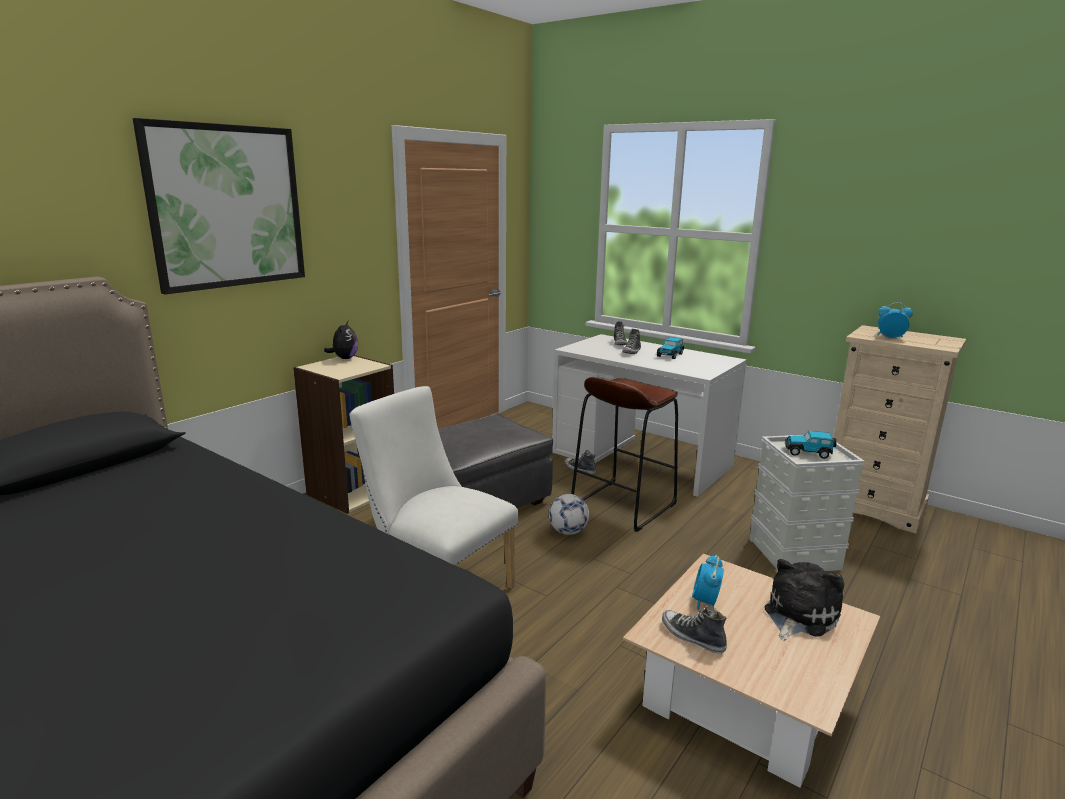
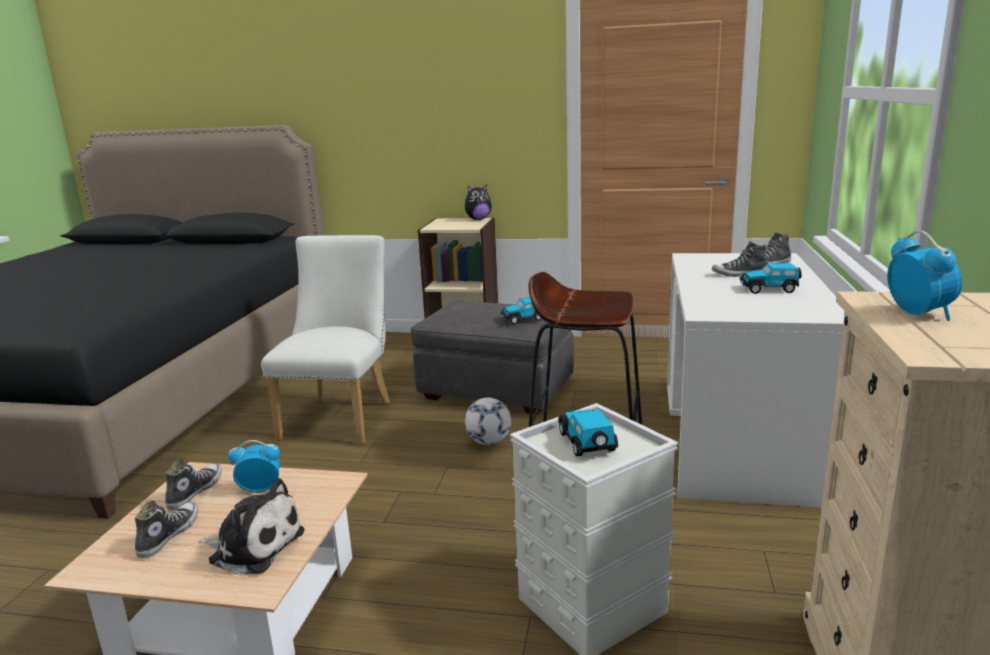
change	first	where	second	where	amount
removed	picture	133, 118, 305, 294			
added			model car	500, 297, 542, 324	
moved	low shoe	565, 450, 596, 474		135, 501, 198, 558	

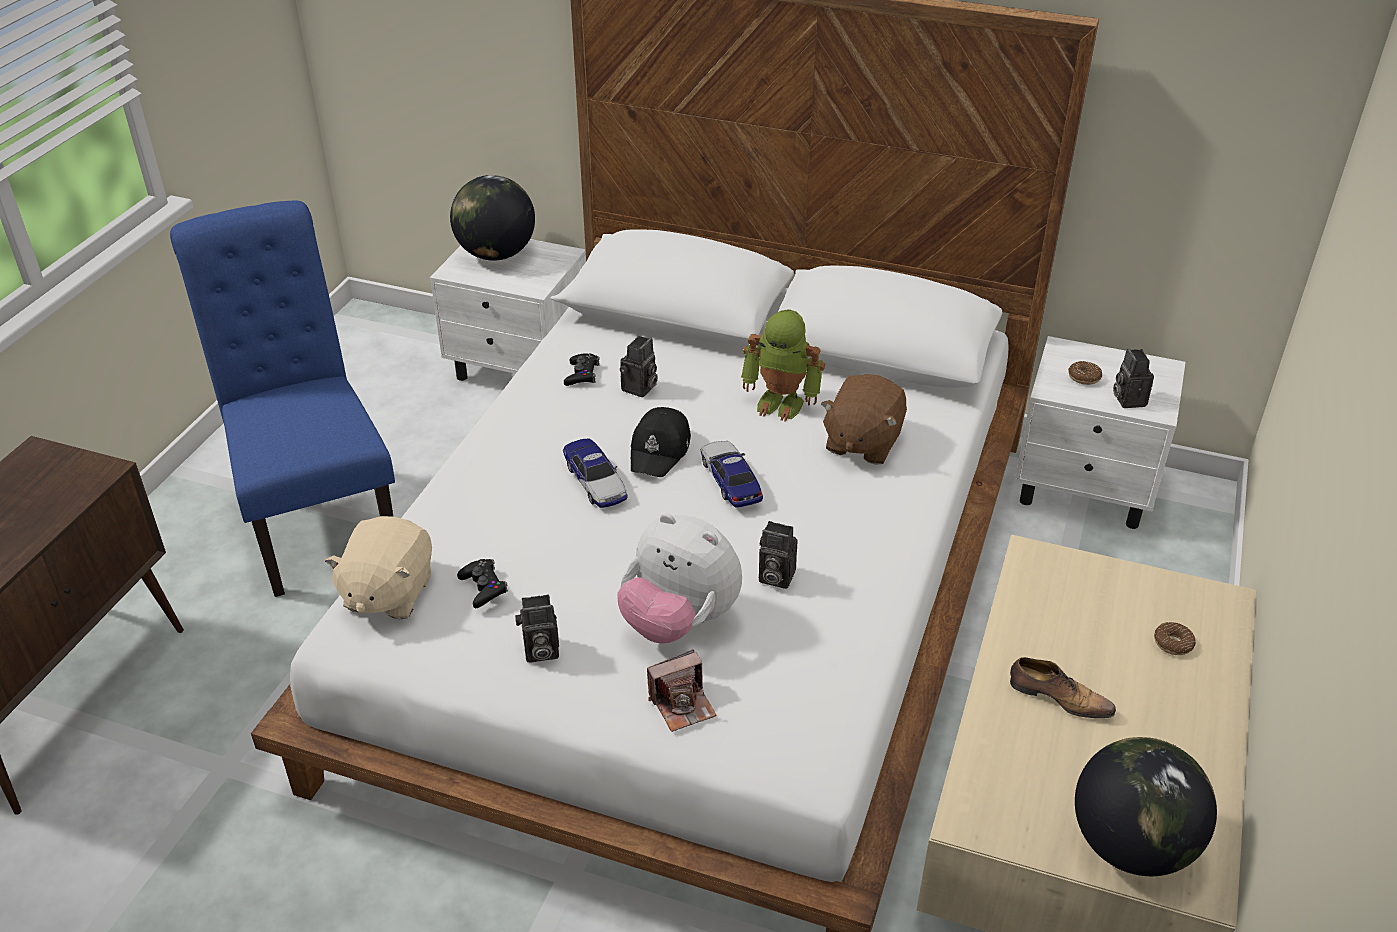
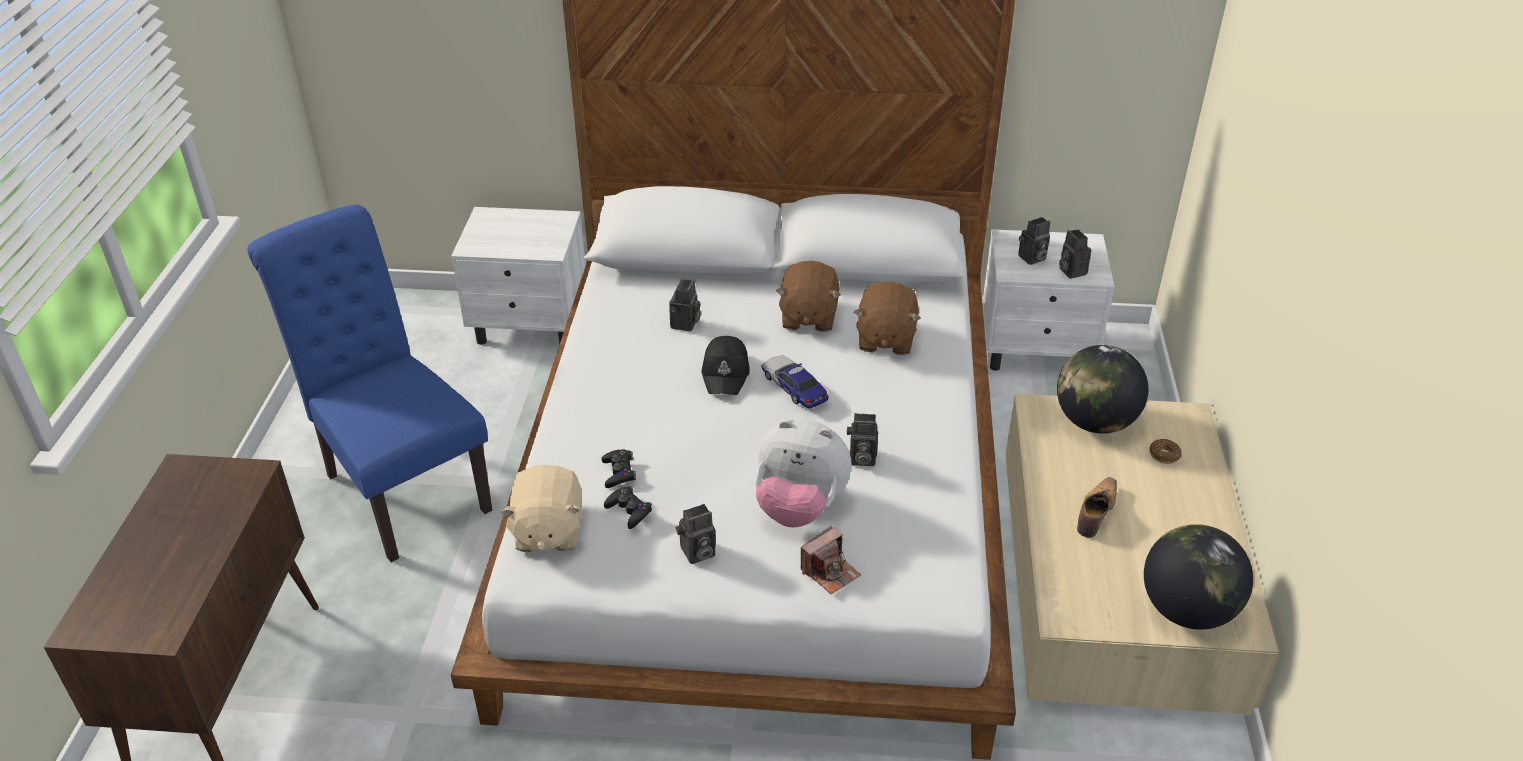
change	first	where	second	where	amount
removed	model car	563, 438, 628, 508			
moved	globe	450, 175, 535, 261		1057, 345, 1149, 434	
moved	game controller in black-coloured	564, 353, 600, 386		602, 449, 636, 488	
replaced	toy robot	741, 309, 825, 422	plush toy in brownish	776, 261, 841, 332	
replaced	doughnut	1068, 361, 1102, 385	still camera	1018, 217, 1050, 265	
turned	low shoe	1010, 657, 1116, 718		1077, 477, 1117, 538	75 degrees counterclockwise

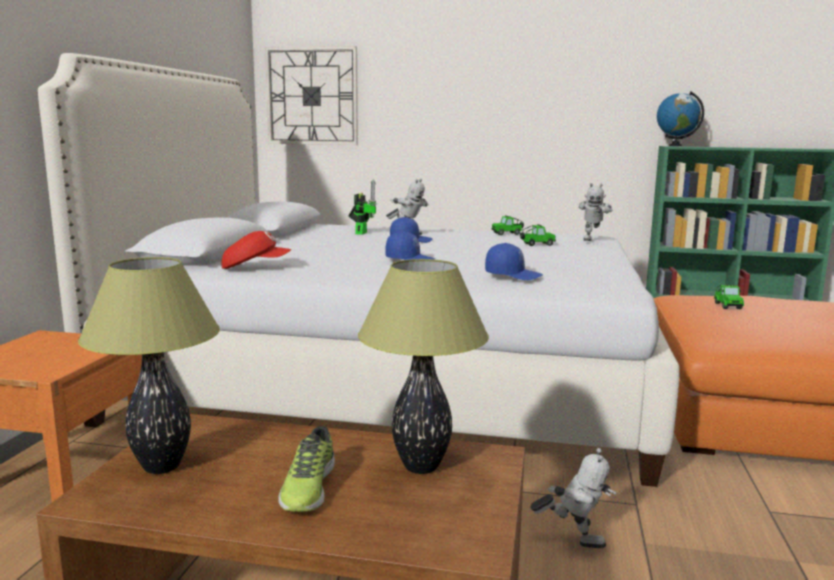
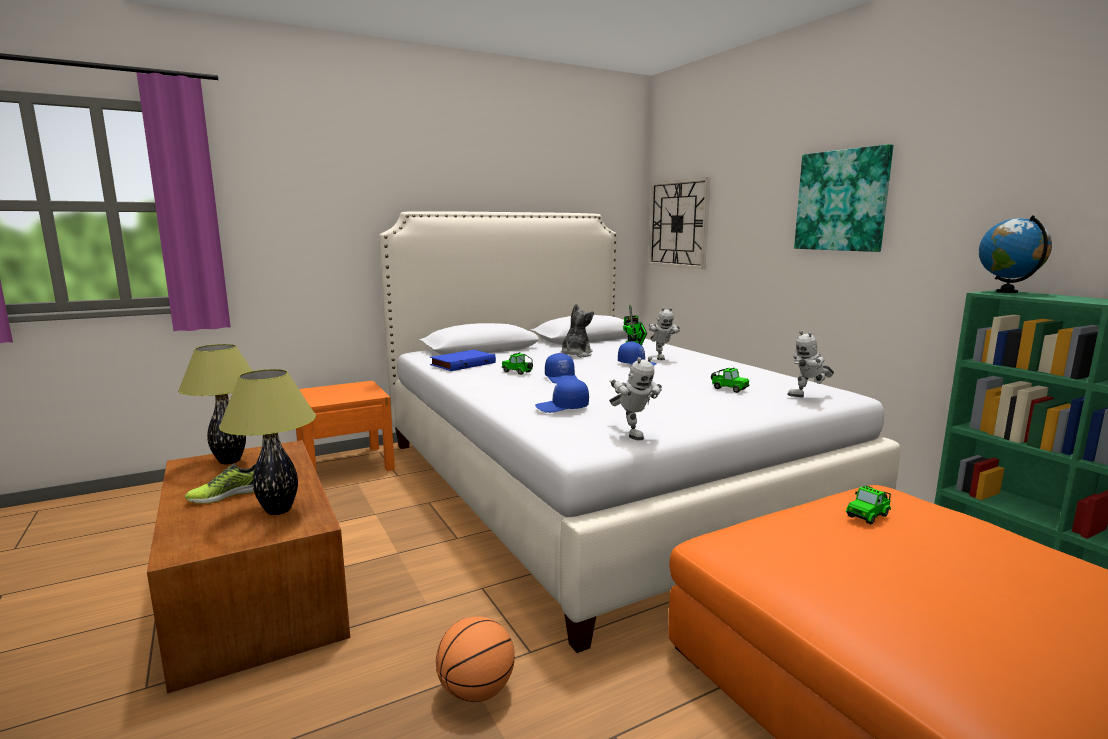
change	first	where	second	where	amount
added			basketball ball	436, 617, 515, 702	
added			plush toy	560, 303, 594, 357	
added			picture	794, 144, 893, 252	
moved	model car	491, 215, 524, 235		502, 352, 533, 375	
moved	toy robot	530, 448, 616, 548		609, 356, 662, 440	
replaced	peaked cap in red	222, 231, 291, 269	book in blue-coloured	430, 350, 496, 371	
turned	peaked cap in blue-coloured	485, 243, 543, 280		535, 378, 589, 413	105 degrees clockwise

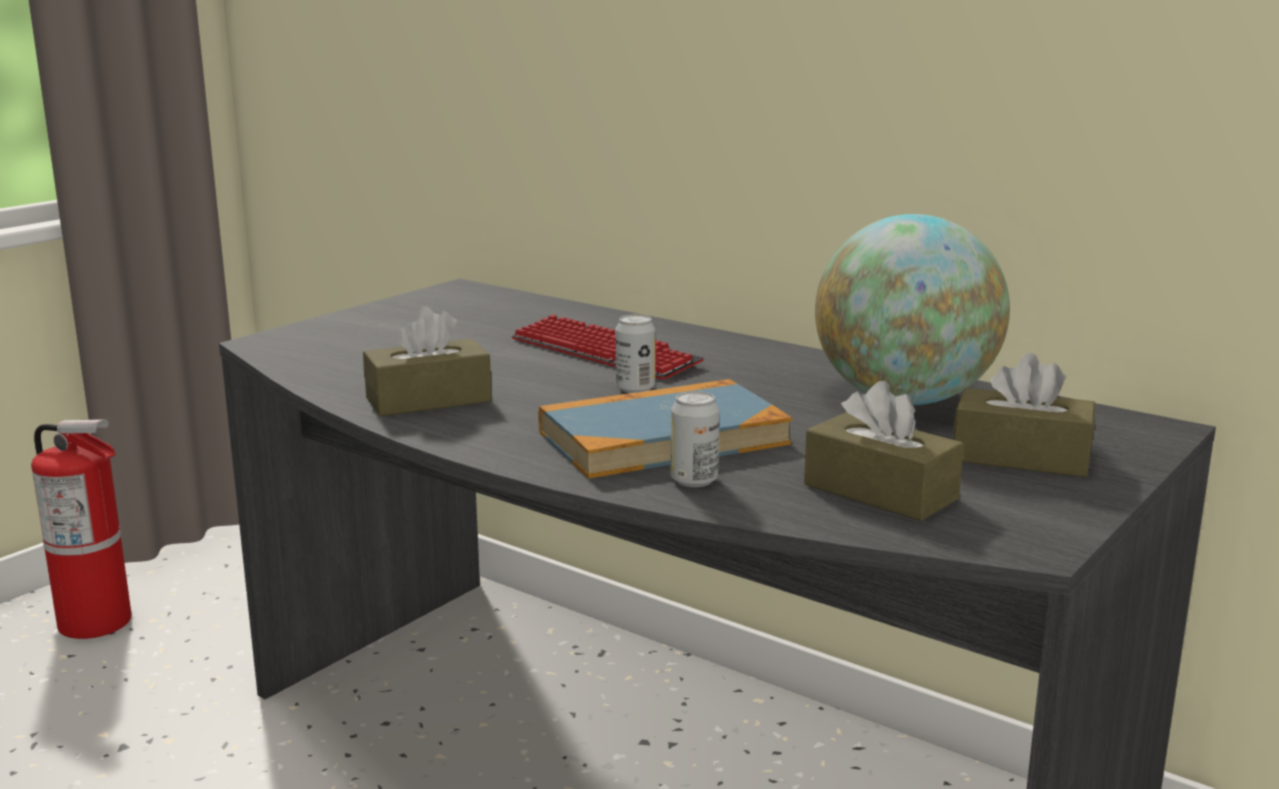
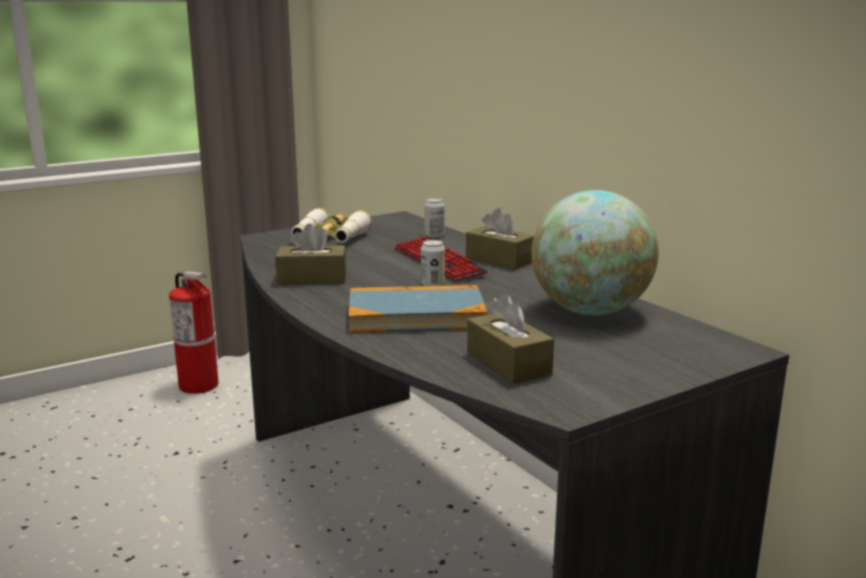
change	first	where	second	where	amount
added			field glasses	291, 208, 372, 243	
moved	can	671, 391, 719, 487		424, 198, 444, 238	
moved	box of tissues in brownish	953, 353, 1095, 477		466, 208, 534, 269	

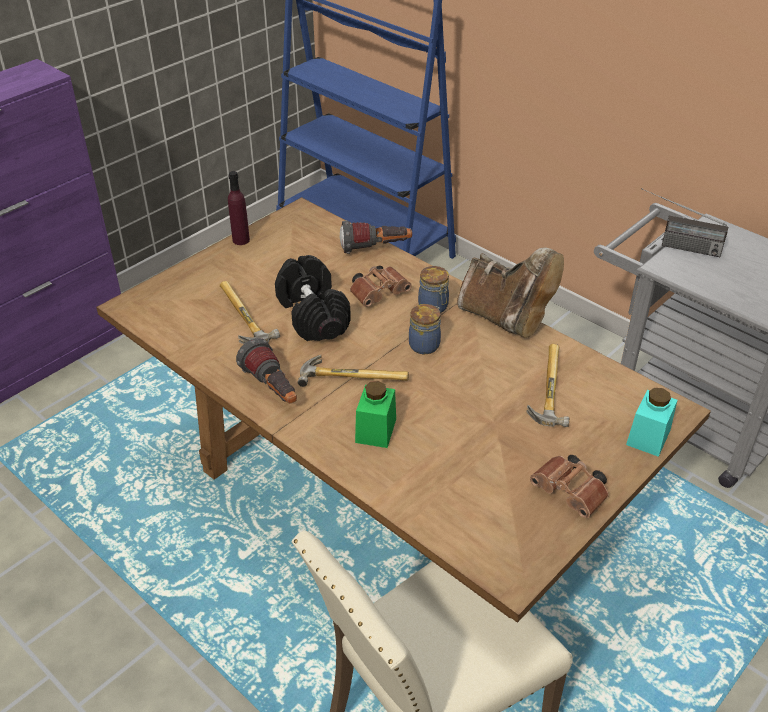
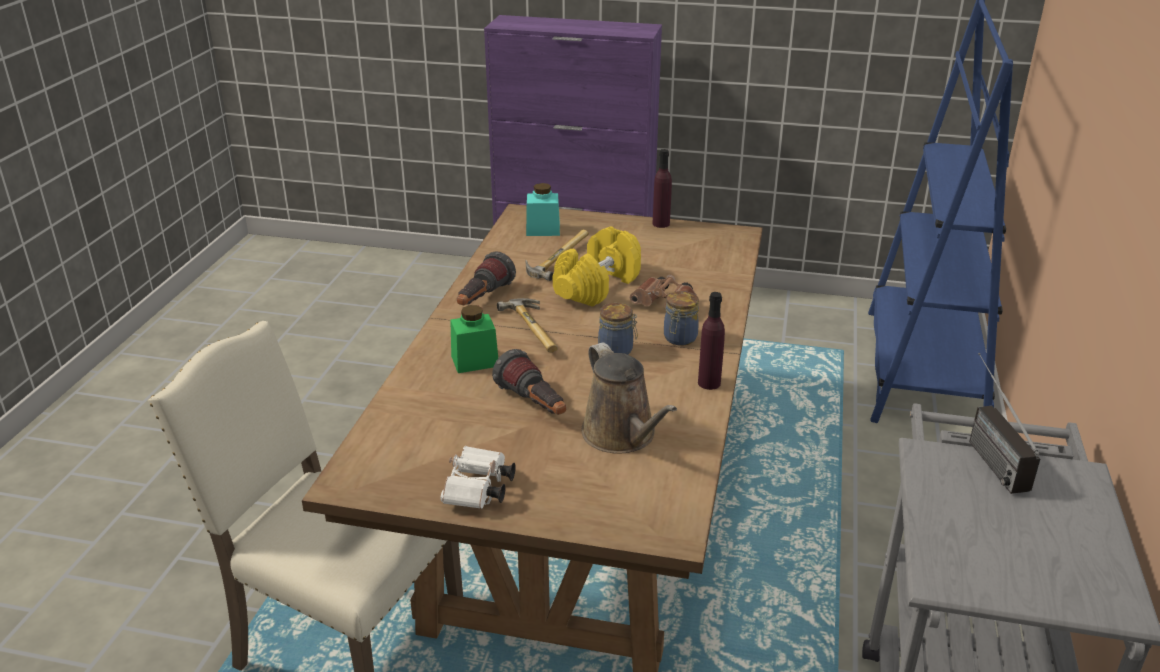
change	first	where	second	where	amount
moved	flashlight	340, 220, 412, 254		492, 349, 566, 415	
moved	storage jar in turquoise-coloured	626, 388, 678, 457		526, 183, 560, 236	
replaced	high-top boot in brownish	457, 248, 564, 338	beverage bottle in purple-coloured	698, 292, 725, 390	
replaced	hammer	527, 344, 569, 427	watering pot in brownish	581, 342, 677, 454	
recoloured	free weight in black-coloured	275, 255, 351, 341	free weight in yellowish	553, 226, 641, 307	
recoloured	field glasses in brownish	530, 455, 609, 518	field glasses in white	441, 446, 516, 509	

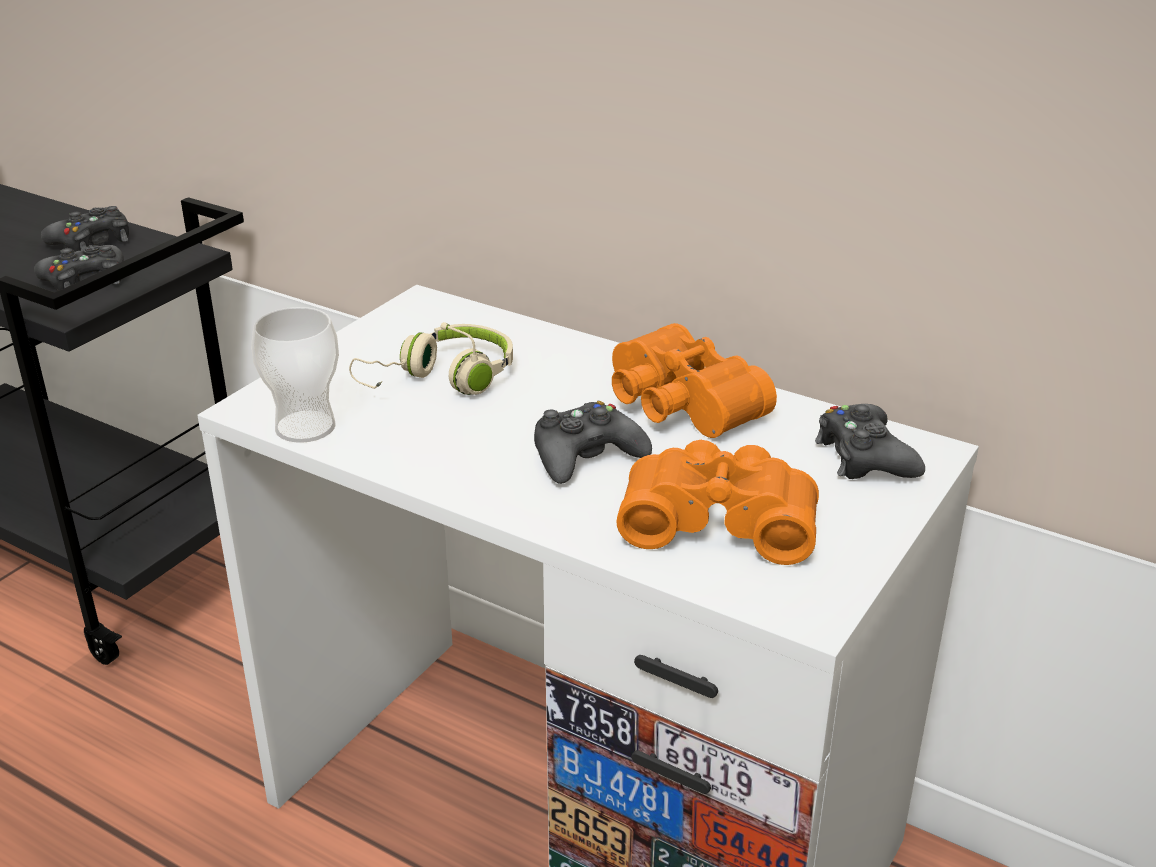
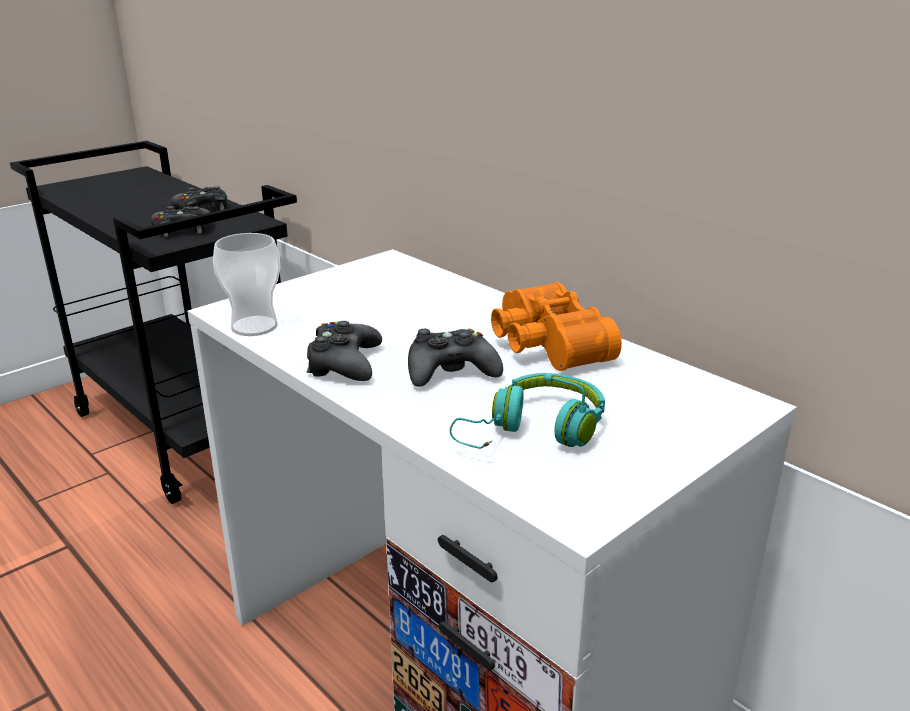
change	first	where	second	where	amount
removed	headset in sand-coloured	349, 322, 513, 395			
moved	game controller in black-coloured	815, 404, 925, 479		307, 321, 382, 381	
replaced	field glasses in orange-coloured	616, 440, 819, 565	headset in turquoise-coloured	450, 373, 605, 449	

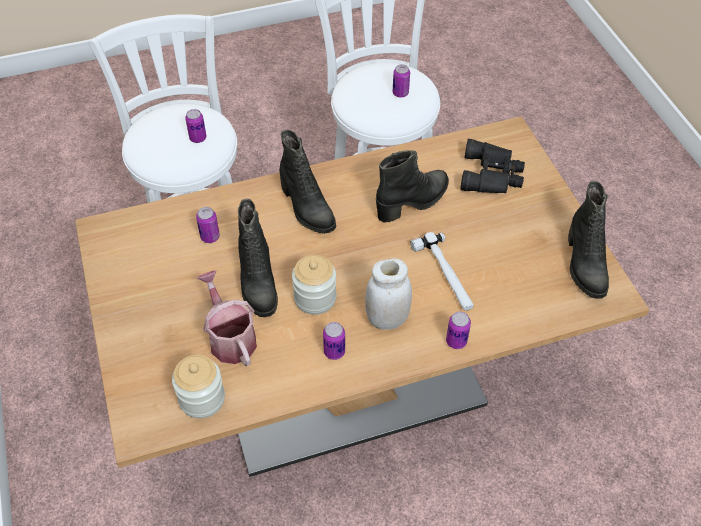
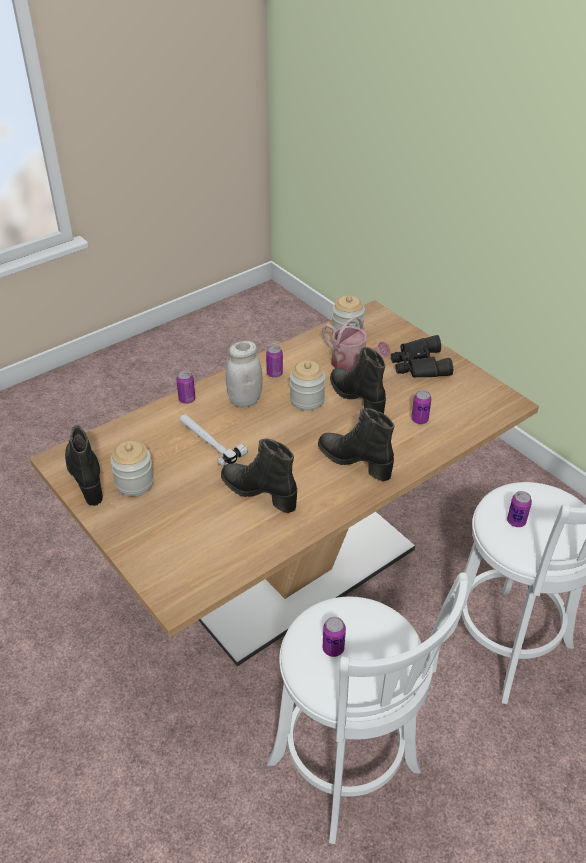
change	first	where	second	where	amount
added			storage jar	110, 441, 154, 496	
moved	field glasses in black-coloured	460, 139, 525, 193		391, 335, 453, 378	
turned	high-top boot in black-coloured	376, 150, 449, 223		221, 439, 297, 513	90 degrees clockwise

